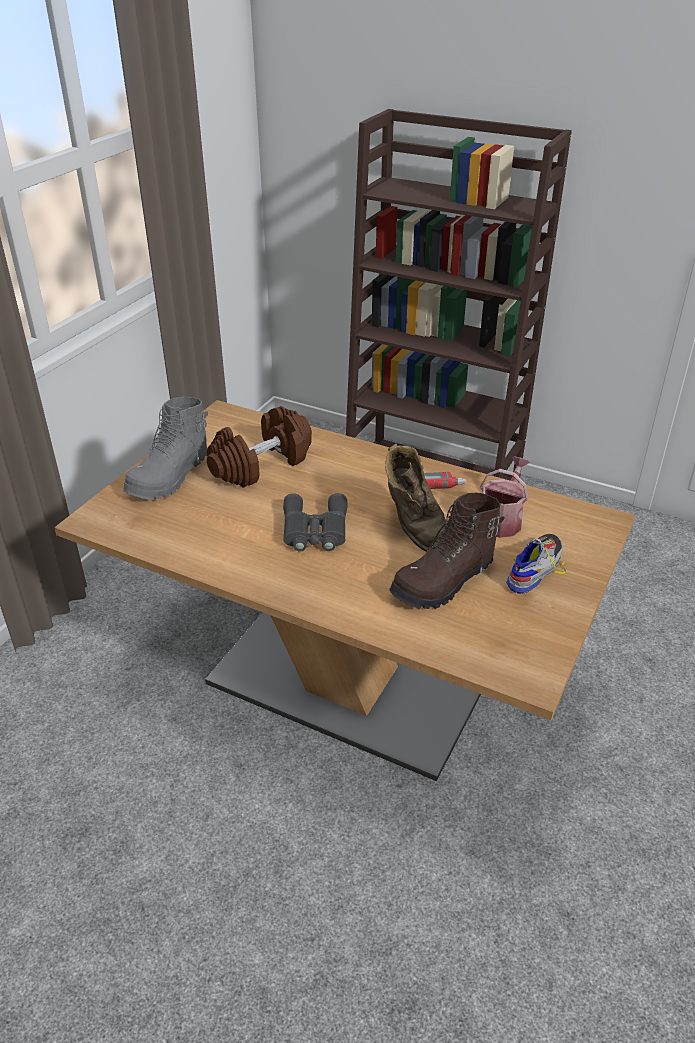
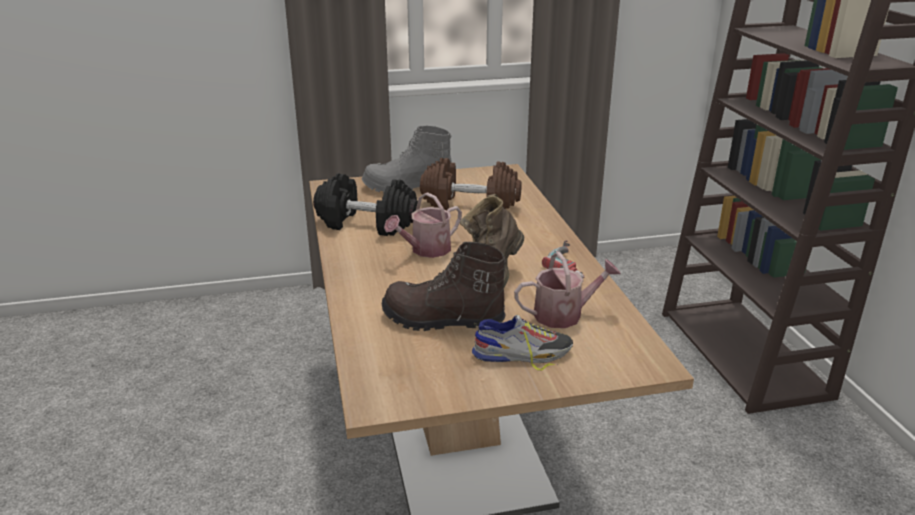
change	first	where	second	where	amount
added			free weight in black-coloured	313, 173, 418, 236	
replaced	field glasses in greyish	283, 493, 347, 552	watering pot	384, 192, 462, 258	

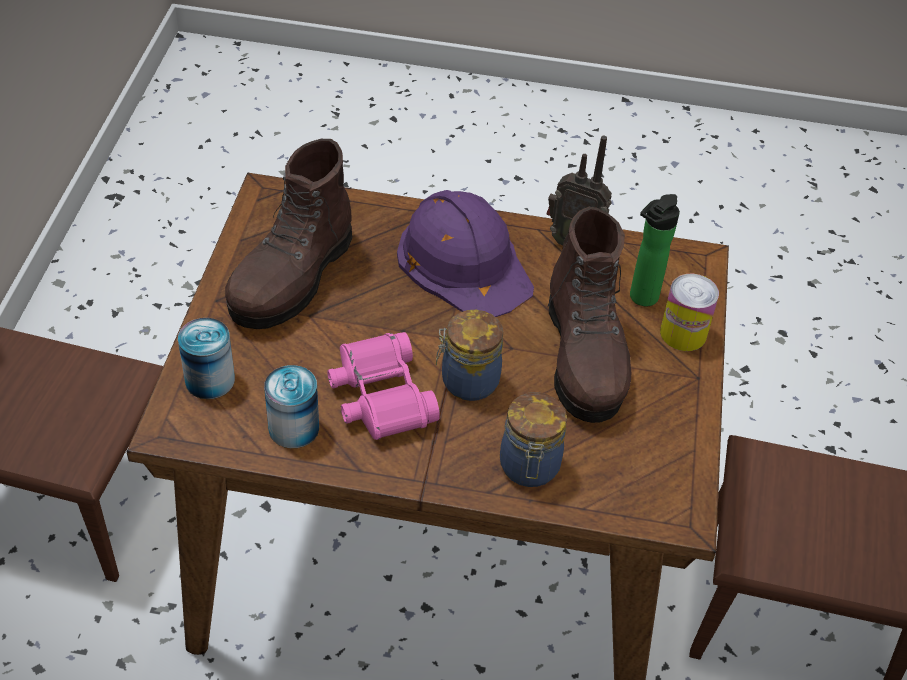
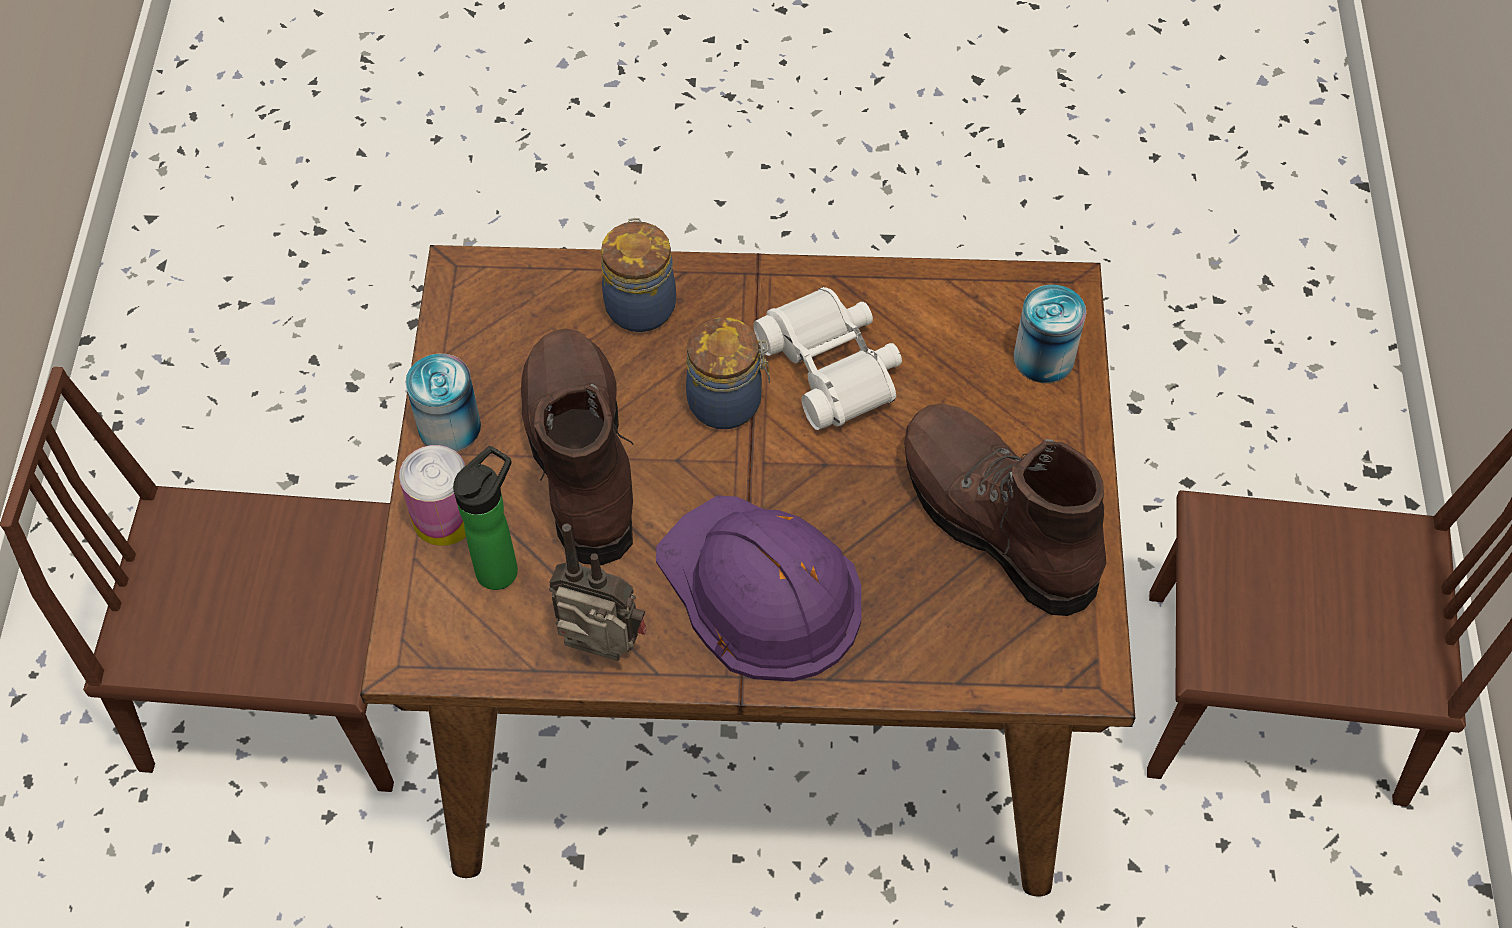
change	first	where	second	where	amount
moved	can	264, 365, 319, 448		406, 354, 481, 452	
recoloured	field glasses in pink	327, 332, 440, 440	field glasses in white	753, 287, 902, 430	
turned	high-top boot in brownish	225, 139, 352, 329		904, 403, 1106, 616	60 degrees counterclockwise

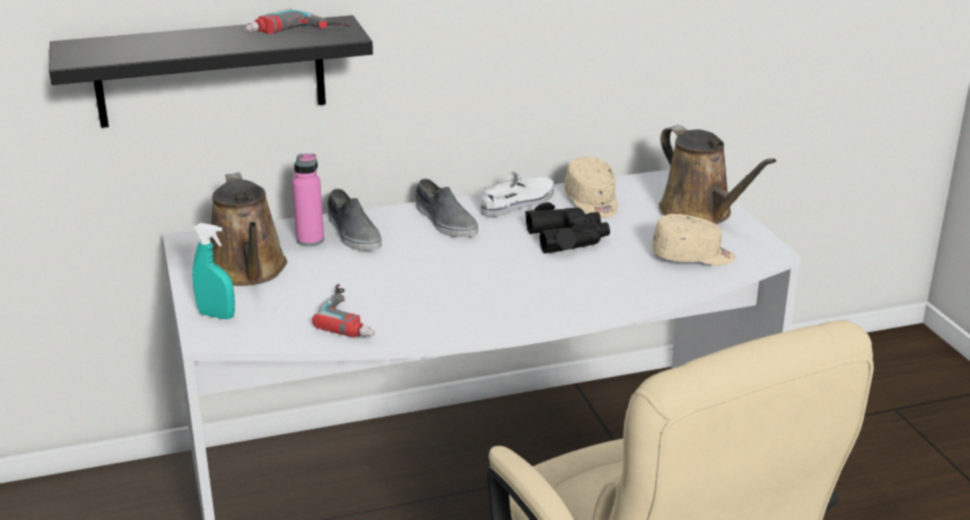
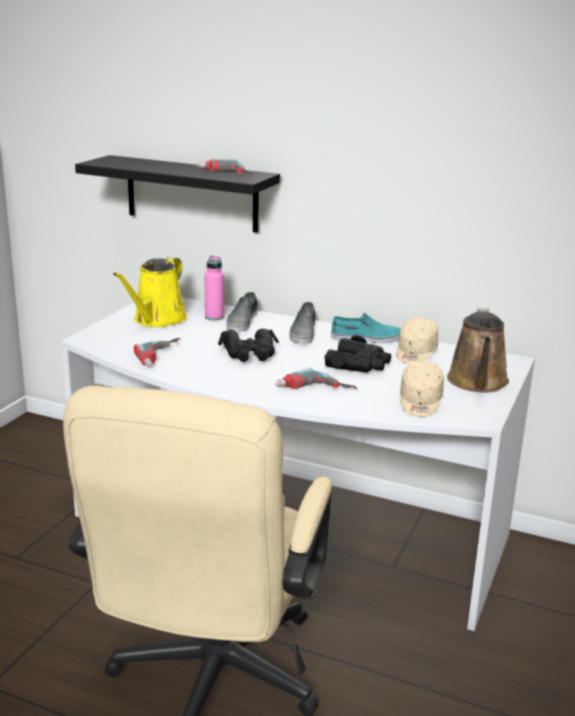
change	first	where	second	where	amount
removed	sprayer in turquoise-coloured	193, 223, 235, 319			
added			field glasses in black-coloured	218, 329, 279, 362	
added			electric drill	275, 368, 357, 389	
recoloured	watering pot in brownish	210, 172, 287, 286	watering pot in yellowish	113, 257, 187, 327	
recoloured	low shoe in white	481, 171, 554, 217	low shoe in turquoise-coloured	331, 313, 401, 344	
turned	peaked cap in sand-coloured	652, 214, 735, 266		400, 361, 444, 417	60 degrees clockwise

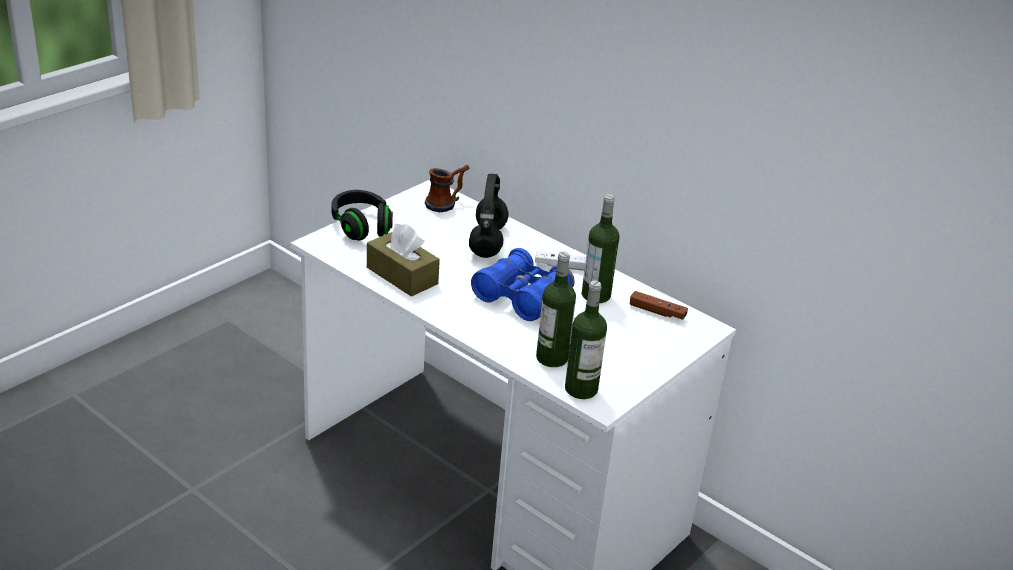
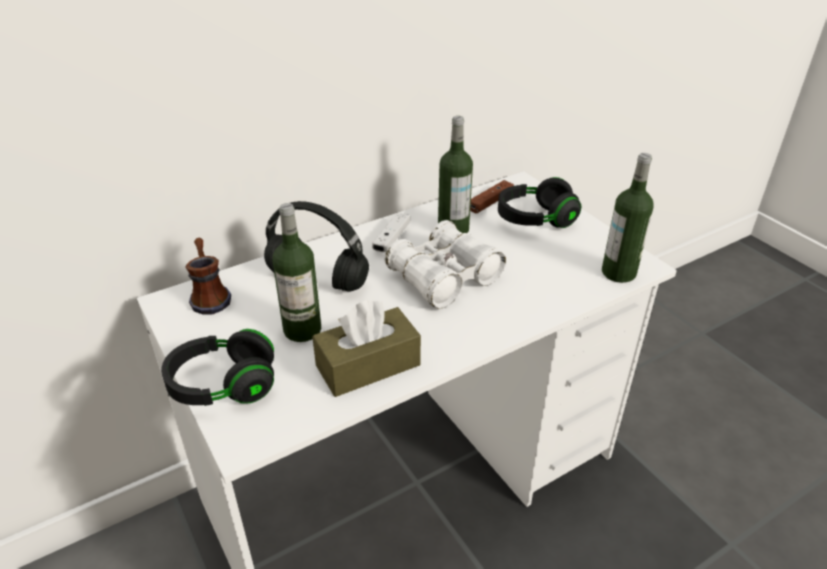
change	first	where	second	where	amount
added			headset in black-coloured	498, 177, 581, 228	
moved	beverage bottle	536, 251, 576, 367		273, 203, 321, 342	
recoloured	field glasses in blue-coloured	471, 248, 575, 321	field glasses in white	385, 220, 506, 309	

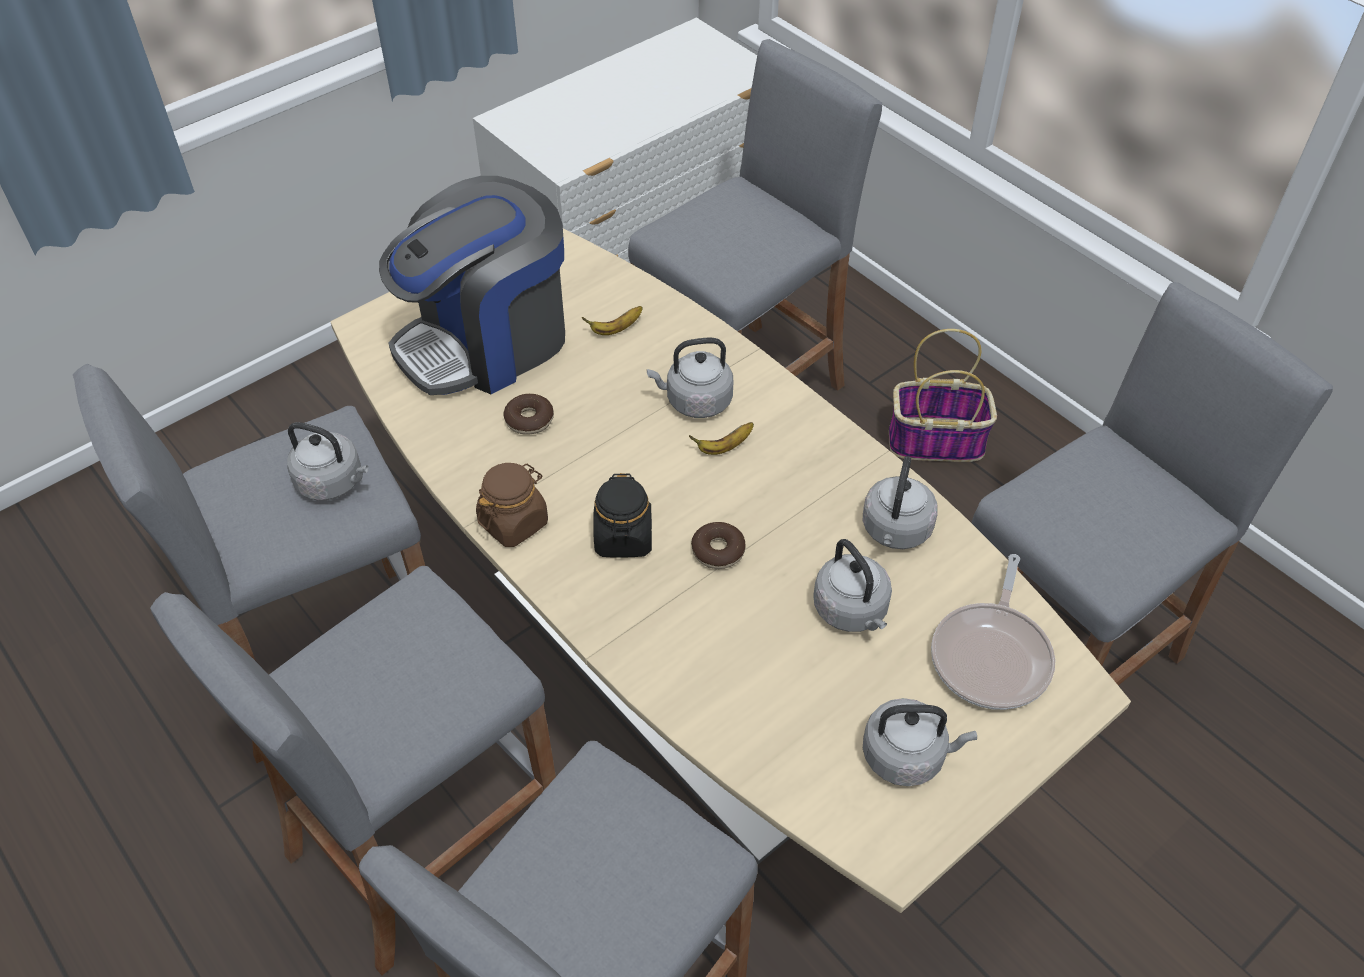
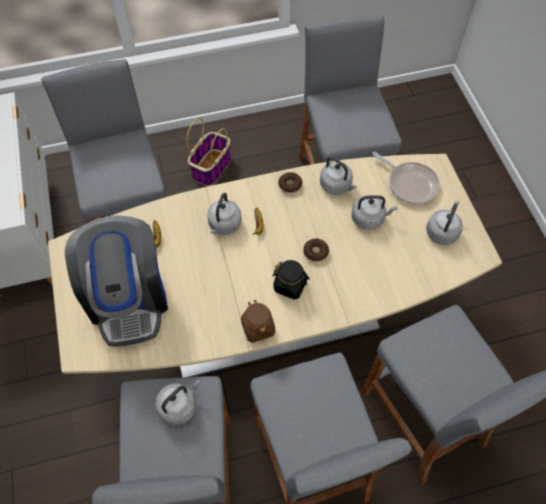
change	first	where	second	where	amount
moved	doughnut	503, 394, 554, 435		278, 172, 302, 193	

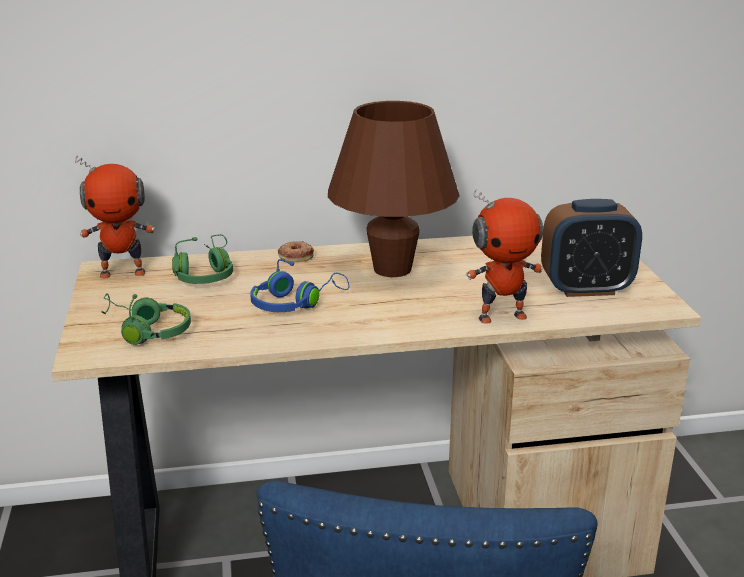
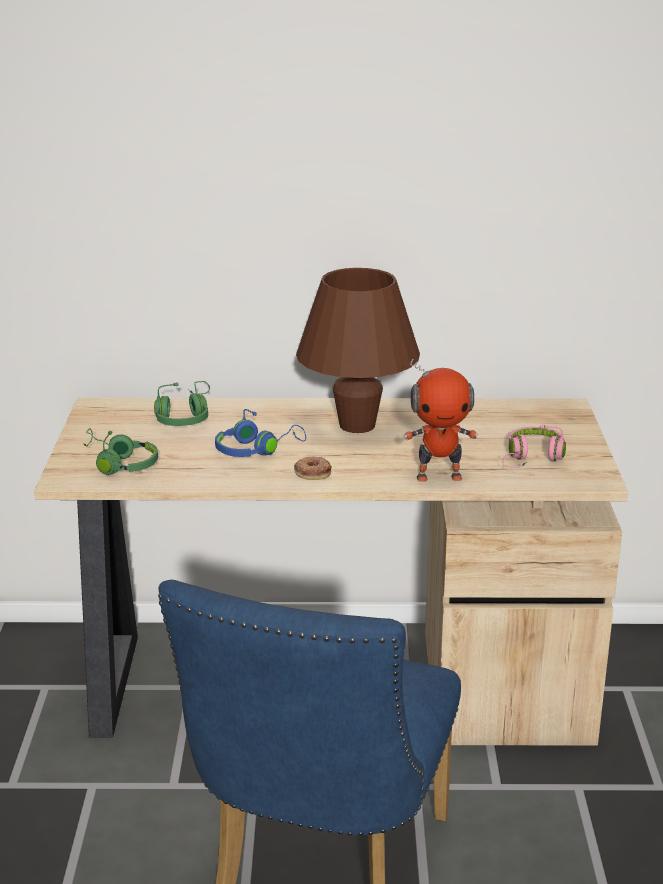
change	first	where	second	where	amount
removed	toy robot	75, 155, 155, 279			
moved	doughnut	278, 241, 314, 262		294, 457, 332, 480	
replaced	table clock	541, 199, 642, 297	headset in pink	502, 424, 566, 468	

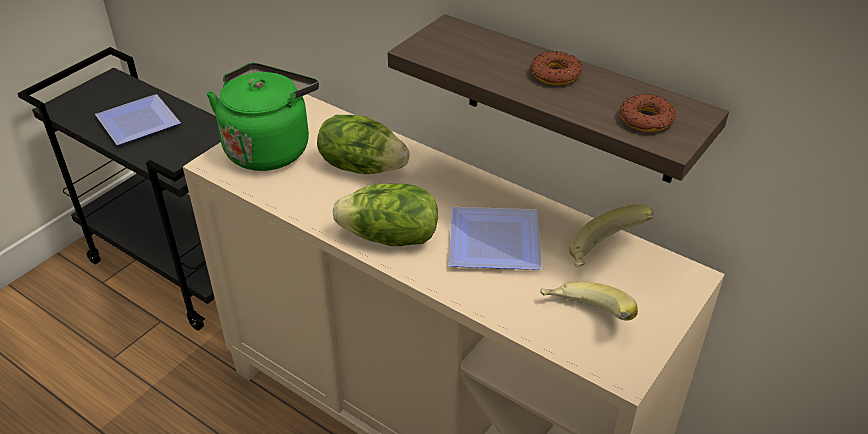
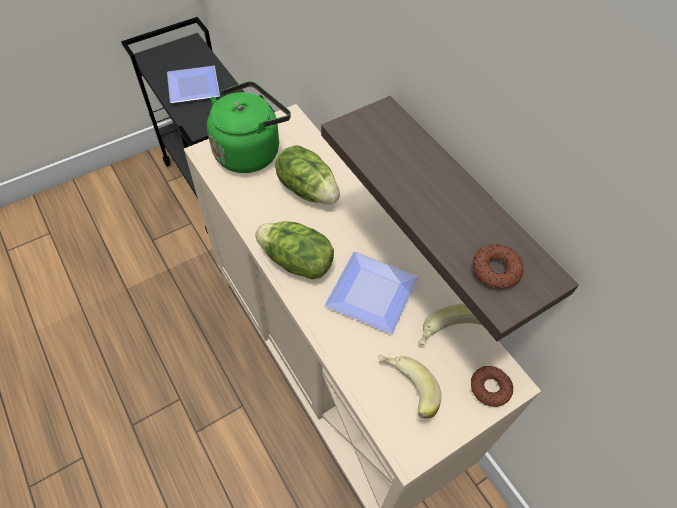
change	first	where	second	where	amount
moved	doughnut	530, 51, 582, 85		471, 366, 513, 407	

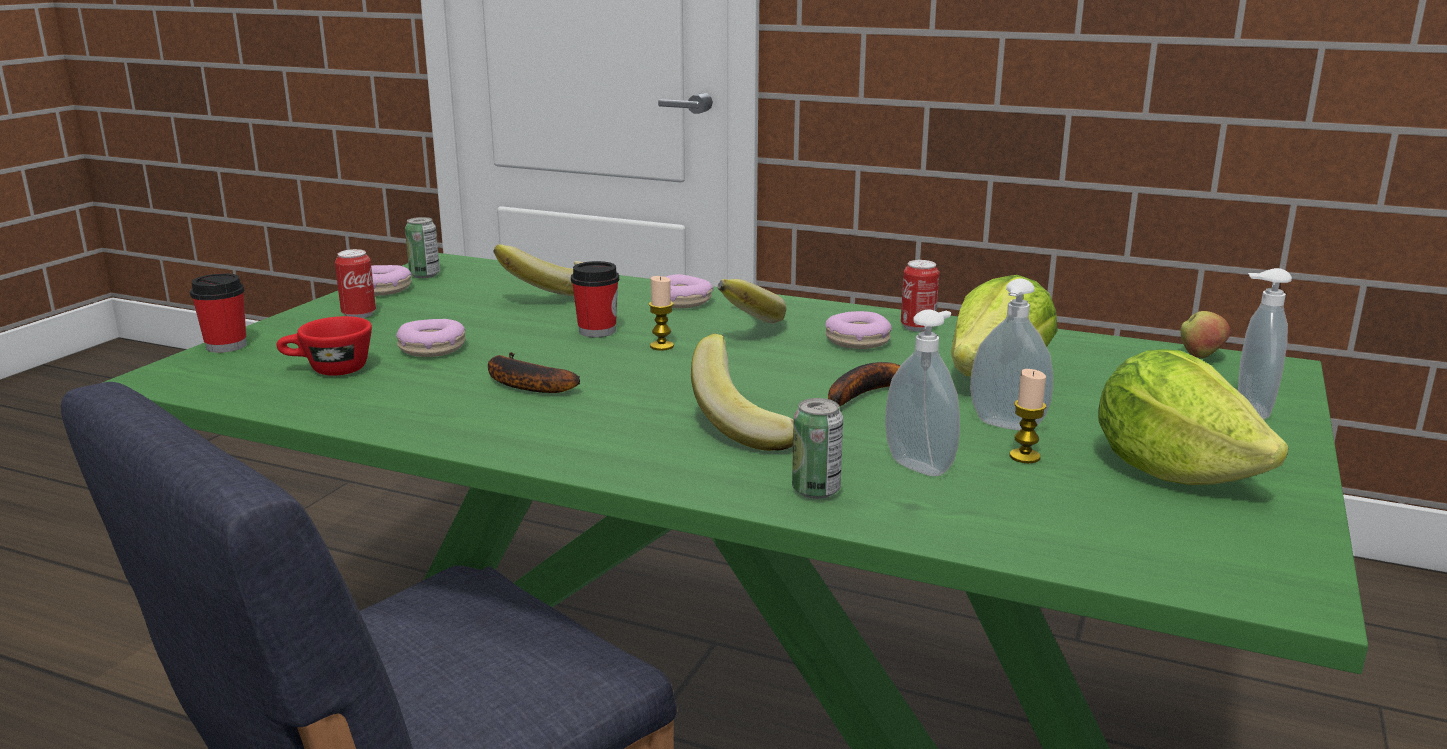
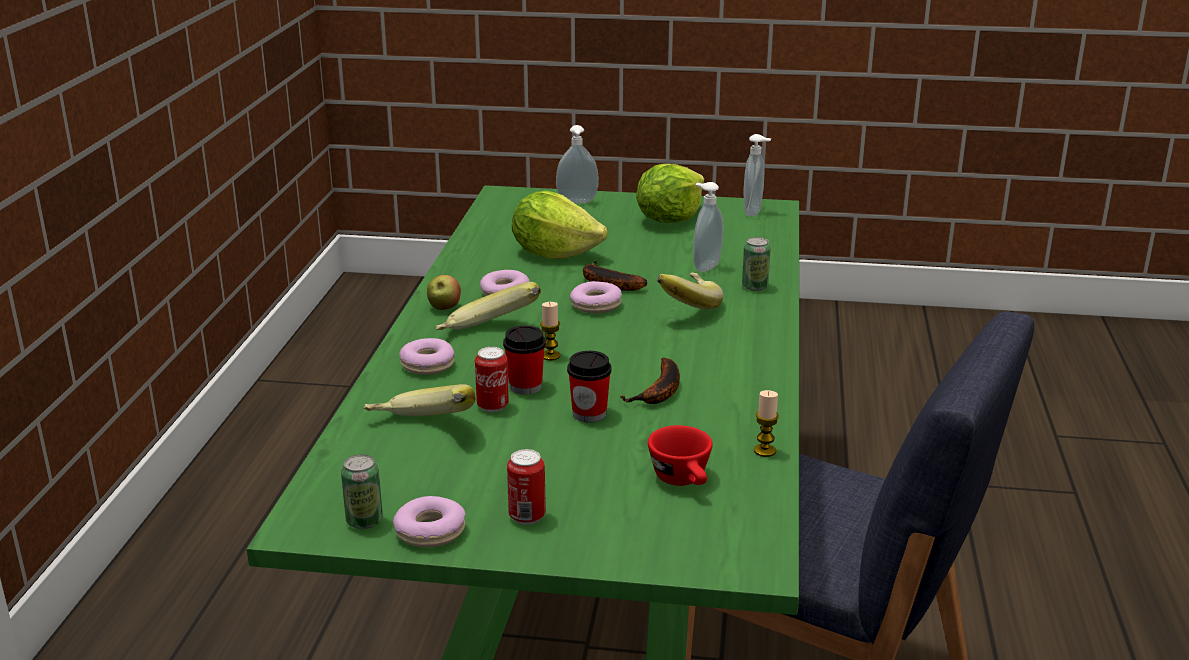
change	first	where	second	where	amount
moved	drinking cup	190, 273, 247, 353		567, 351, 612, 423	
moved	doughnut	396, 319, 466, 357		570, 281, 622, 313	
moved	can	901, 260, 939, 332		475, 347, 509, 412	
moved	soap bottle	970, 278, 1053, 430		744, 134, 771, 216	
moved	candle	1010, 369, 1046, 463		754, 390, 779, 457	
moved	apple	1181, 311, 1231, 358		427, 275, 461, 310	

